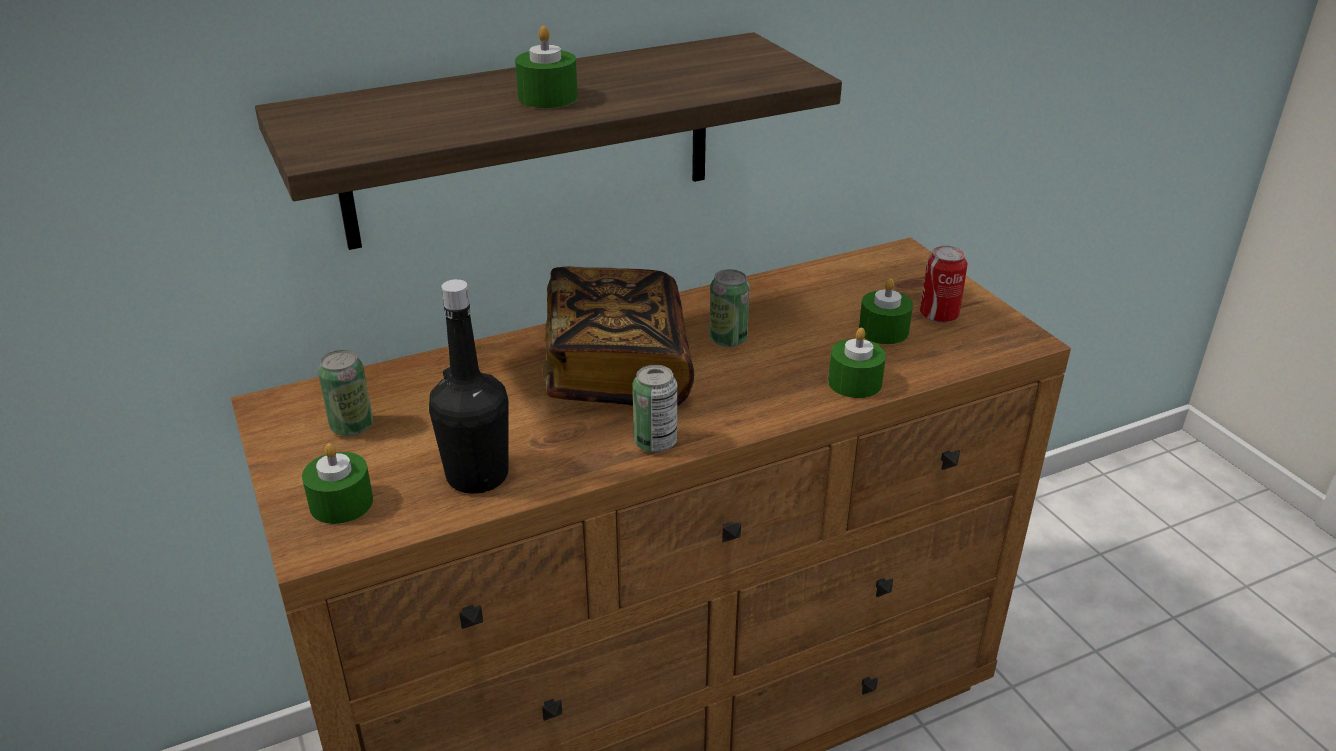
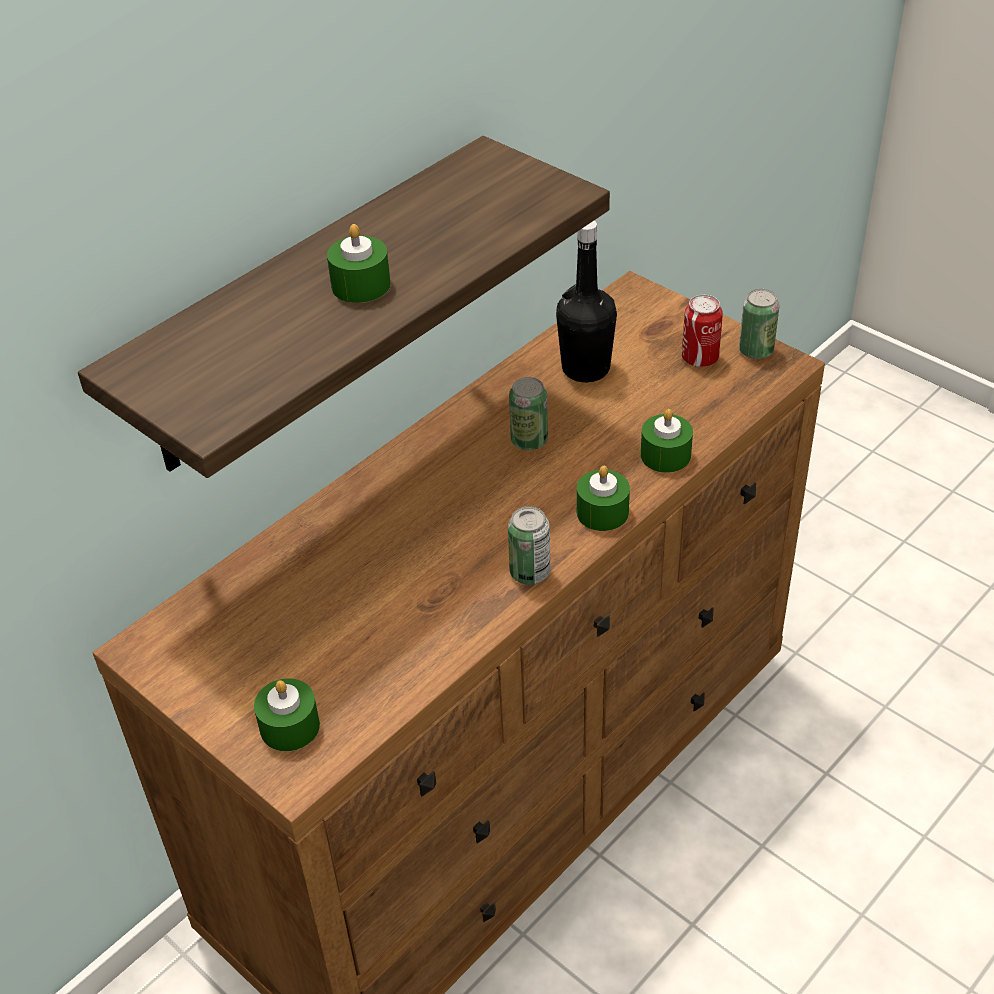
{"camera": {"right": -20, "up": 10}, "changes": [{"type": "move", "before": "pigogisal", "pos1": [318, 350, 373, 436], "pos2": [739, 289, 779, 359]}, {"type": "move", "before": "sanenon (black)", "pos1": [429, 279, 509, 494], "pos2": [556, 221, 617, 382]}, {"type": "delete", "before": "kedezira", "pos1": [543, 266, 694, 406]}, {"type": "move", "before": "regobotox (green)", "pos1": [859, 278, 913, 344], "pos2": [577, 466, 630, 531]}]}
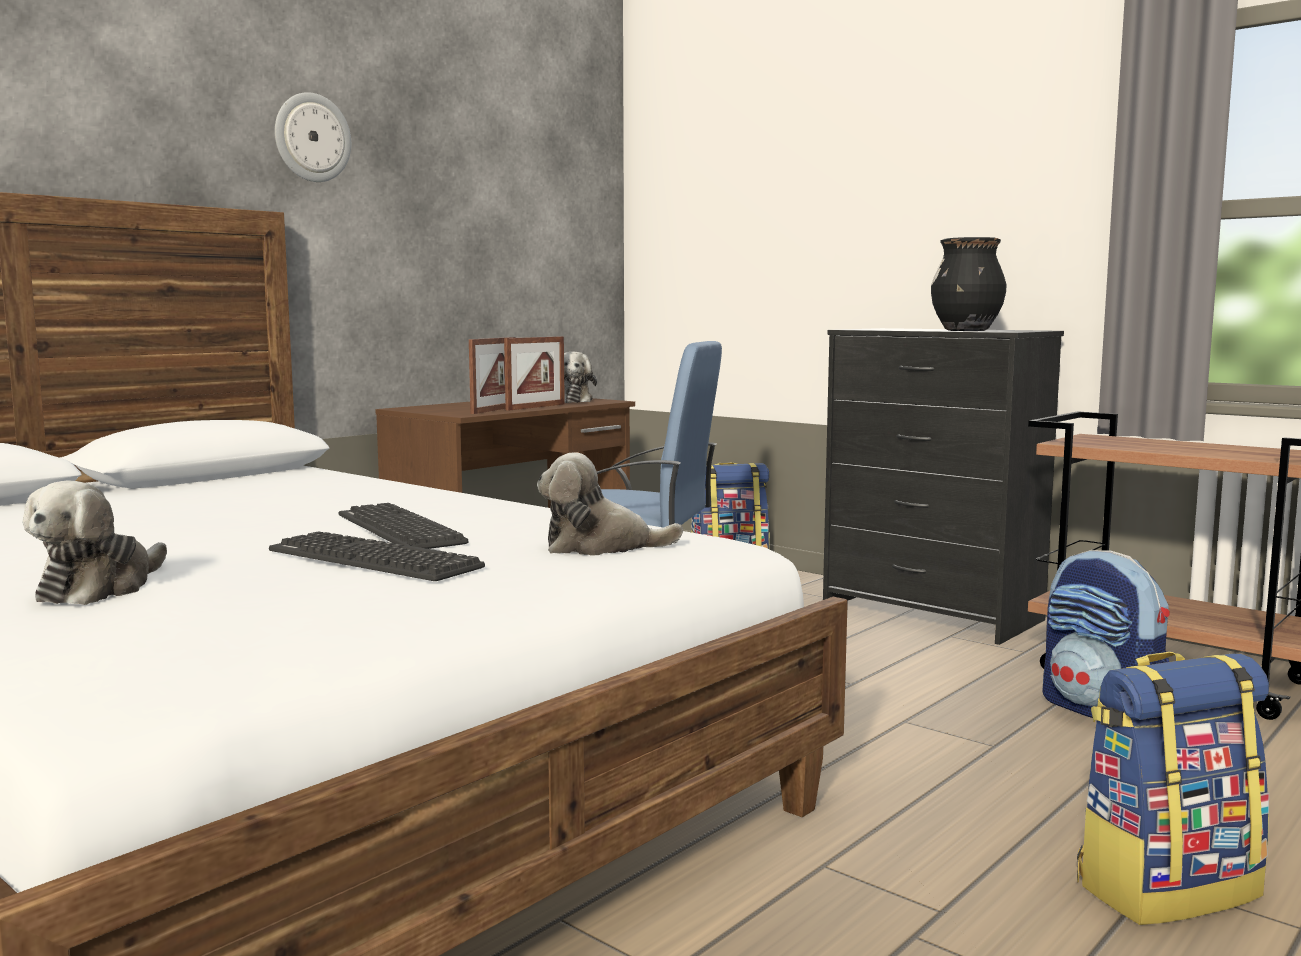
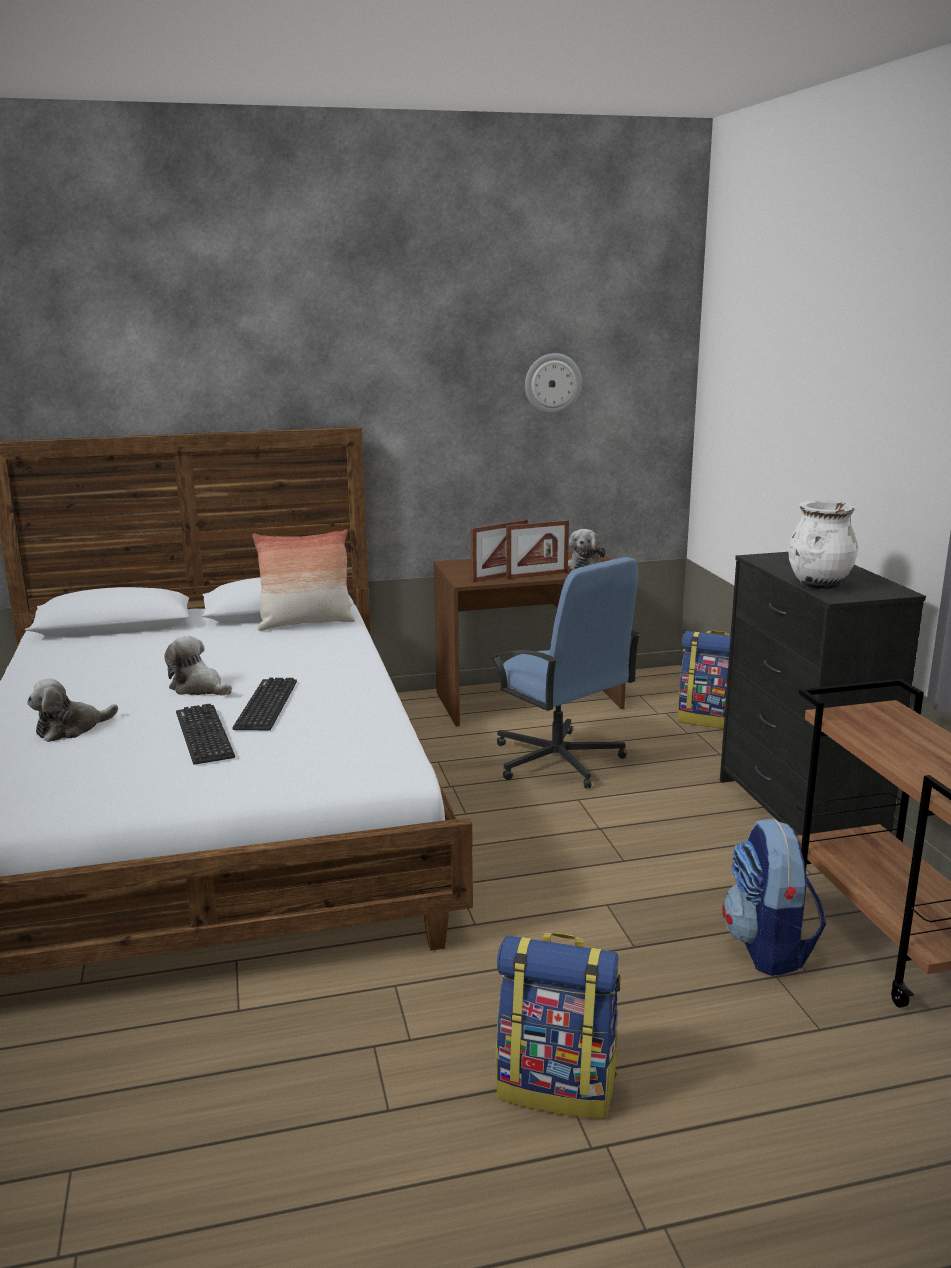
{"camera": {"right": 35, "up": 10}, "changes": [{"type": "move", "before": "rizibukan", "pos1": [275, 92, 351, 182], "pos2": [525, 353, 582, 414]}, {"type": "move", "before": "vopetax", "pos1": [537, 452, 683, 556], "pos2": [164, 636, 232, 695]}, {"type": "recolor", "before": "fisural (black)", "after": "fisural (white)", "pos1": [931, 237, 1007, 331], "pos2": [788, 500, 858, 590]}, {"type": "insert", "after": "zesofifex", "pos2": [253, 530, 355, 631]}]}
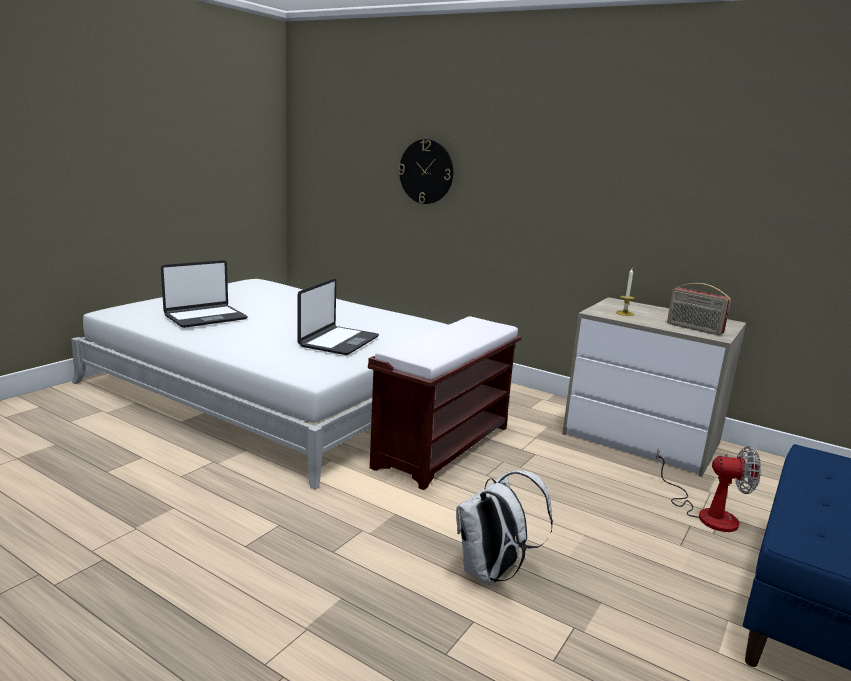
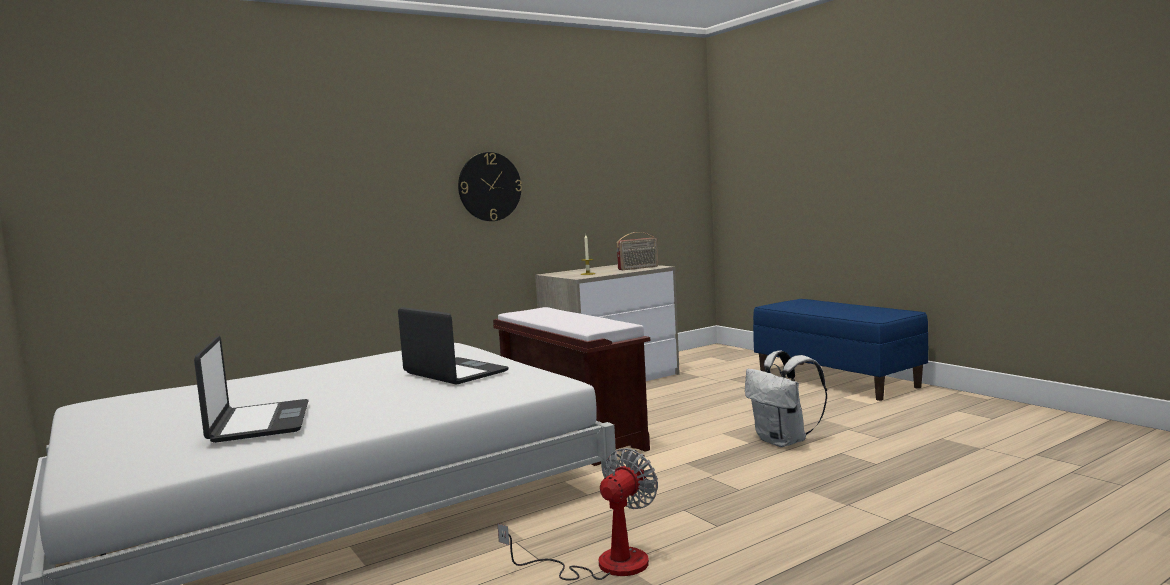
{"camera": {"right": -65, "up": -10}, "changes": [{"type": "move", "before": "rizibukan", "pos1": [399, 139, 453, 204], "pos2": [458, 152, 522, 221]}, {"type": "move", "before": "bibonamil", "pos1": [656, 446, 761, 532], "pos2": [498, 448, 658, 581]}]}
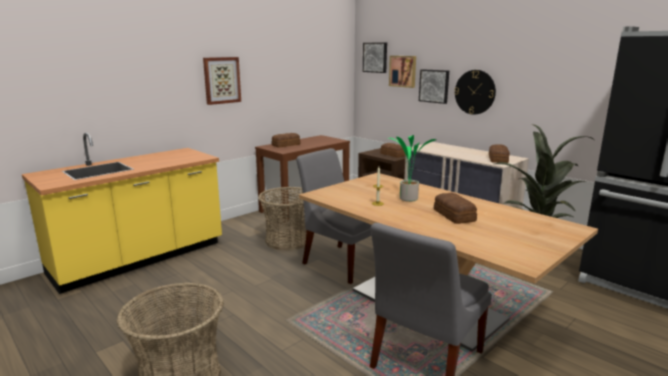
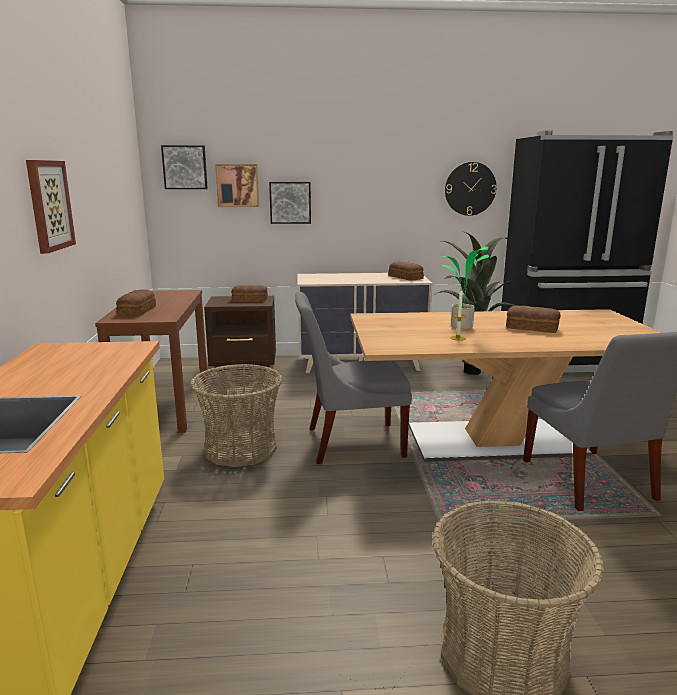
{"camera": {"right": -50, "up": 0}, "changes": [{"type": "move", "before": "rizibukan", "pos1": [454, 70, 496, 115], "pos2": [445, 162, 497, 216]}]}
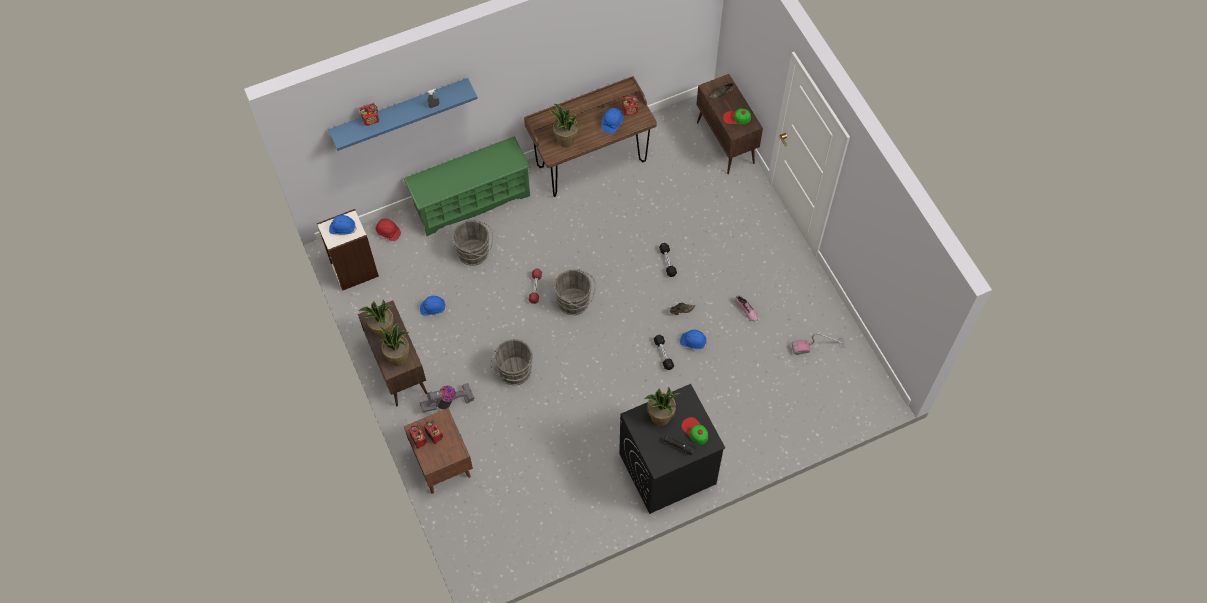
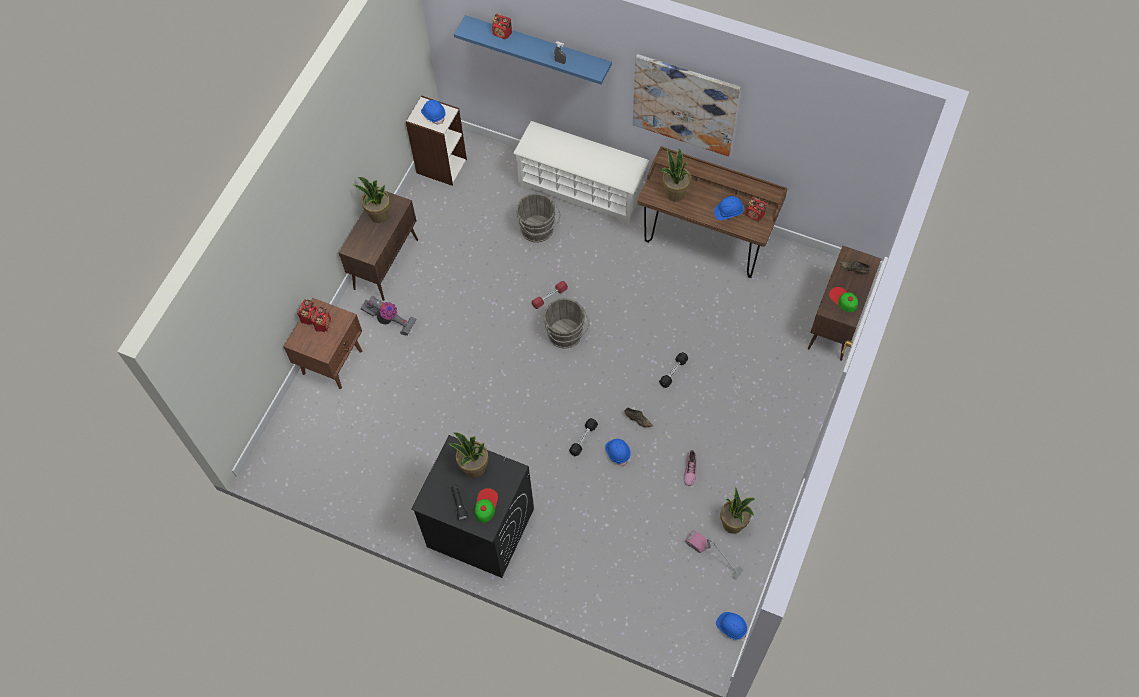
{"camera": {"right": 50, "up": 0}, "changes": [{"type": "delete", "before": "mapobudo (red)", "pos1": [375, 219, 401, 241]}, {"type": "move", "before": "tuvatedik", "pos1": [379, 323, 410, 366], "pos2": [720, 487, 755, 534]}, {"type": "recolor", "before": "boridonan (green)", "after": "boridonan (white)", "pos1": [404, 137, 530, 236], "pos2": [513, 121, 649, 225]}, {"type": "move", "before": "mapobudo (blue)", "pos1": [420, 296, 446, 316], "pos2": [716, 612, 747, 640]}, {"type": "delete", "before": "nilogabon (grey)", "pos1": [491, 339, 533, 385]}, {"type": "insert", "after": "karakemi", "pos2": [633, 54, 741, 156]}]}
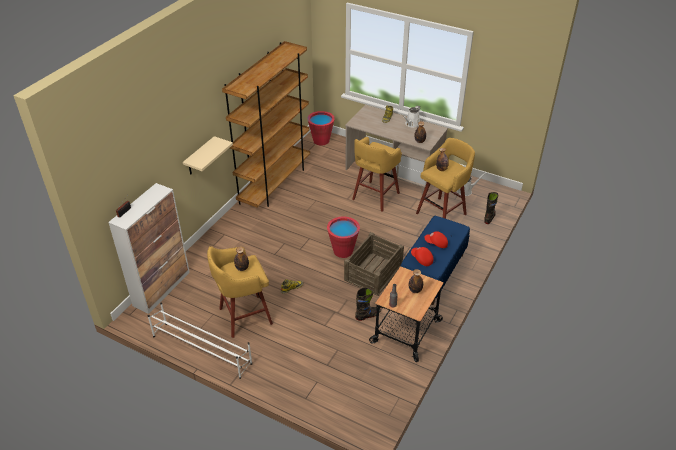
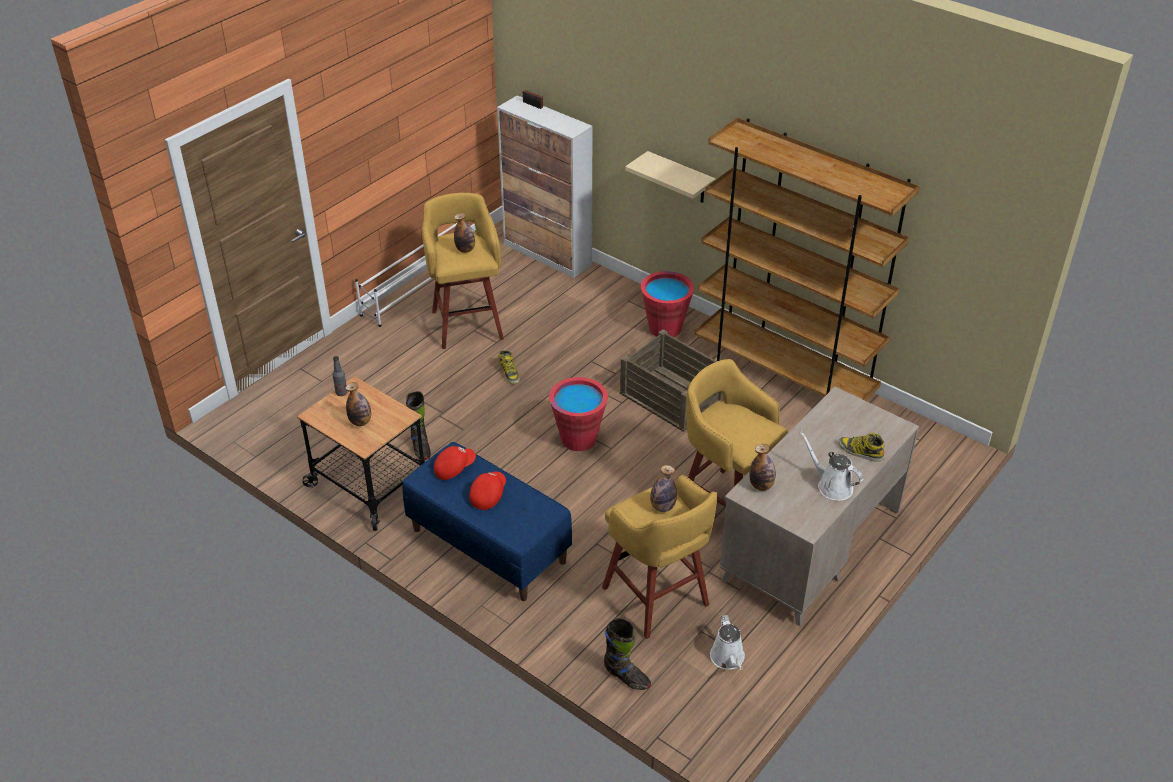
{"camera": {"right": 100, "up": 0}, "changes": [{"type": "move", "before": "nilogabon (red)", "pos1": [308, 111, 335, 146], "pos2": [641, 271, 694, 337]}, {"type": "move", "before": "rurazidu", "pos1": [344, 232, 404, 296], "pos2": [620, 329, 723, 432]}]}
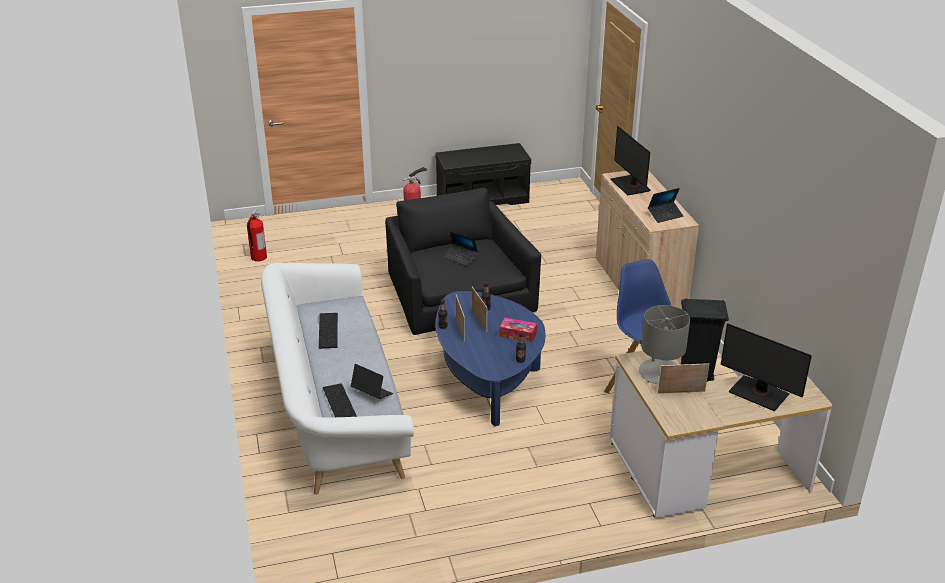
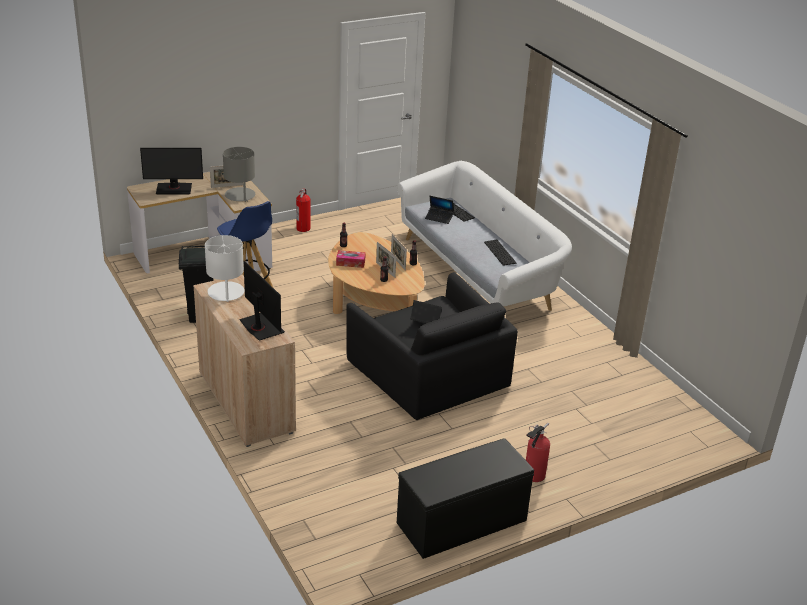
{"camera": {"right": 165, "up": 0}, "changes": [{"type": "move", "before": "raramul", "pos1": [247, 207, 267, 262], "pos2": [296, 188, 310, 232]}, {"type": "recolor", "before": "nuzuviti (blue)", "after": "nuzuviti (beige)", "pos1": [435, 291, 546, 426], "pos2": [328, 232, 425, 314]}, {"type": "replace", "before": "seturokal", "after": "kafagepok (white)", "pos1": [648, 188, 683, 223], "pos2": [205, 235, 245, 303]}, {"type": "rotate", "before": "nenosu", "pos1": [721, 323, 812, 411], "pos2": [140, 148, 203, 194], "turn": 150}]}
